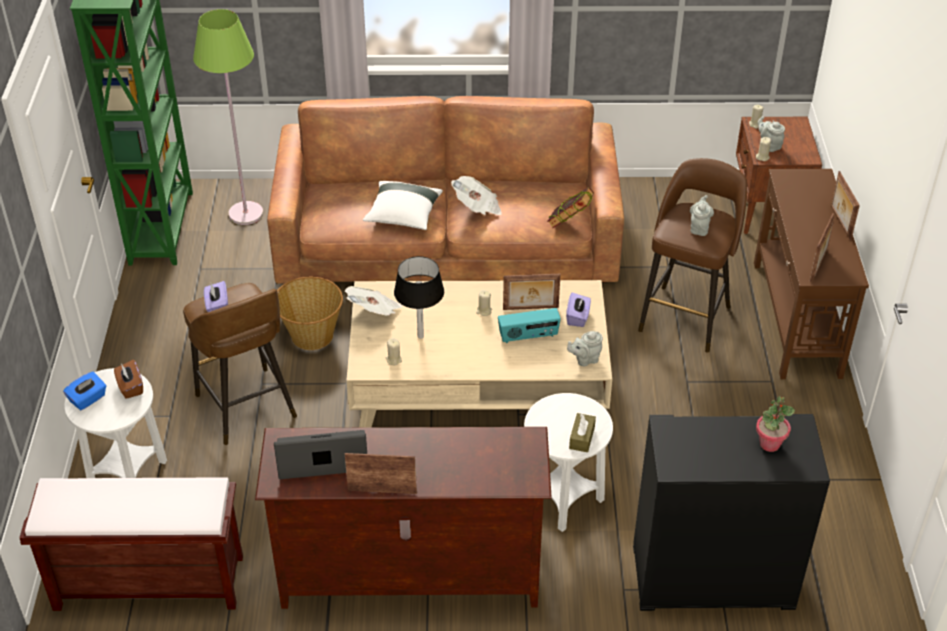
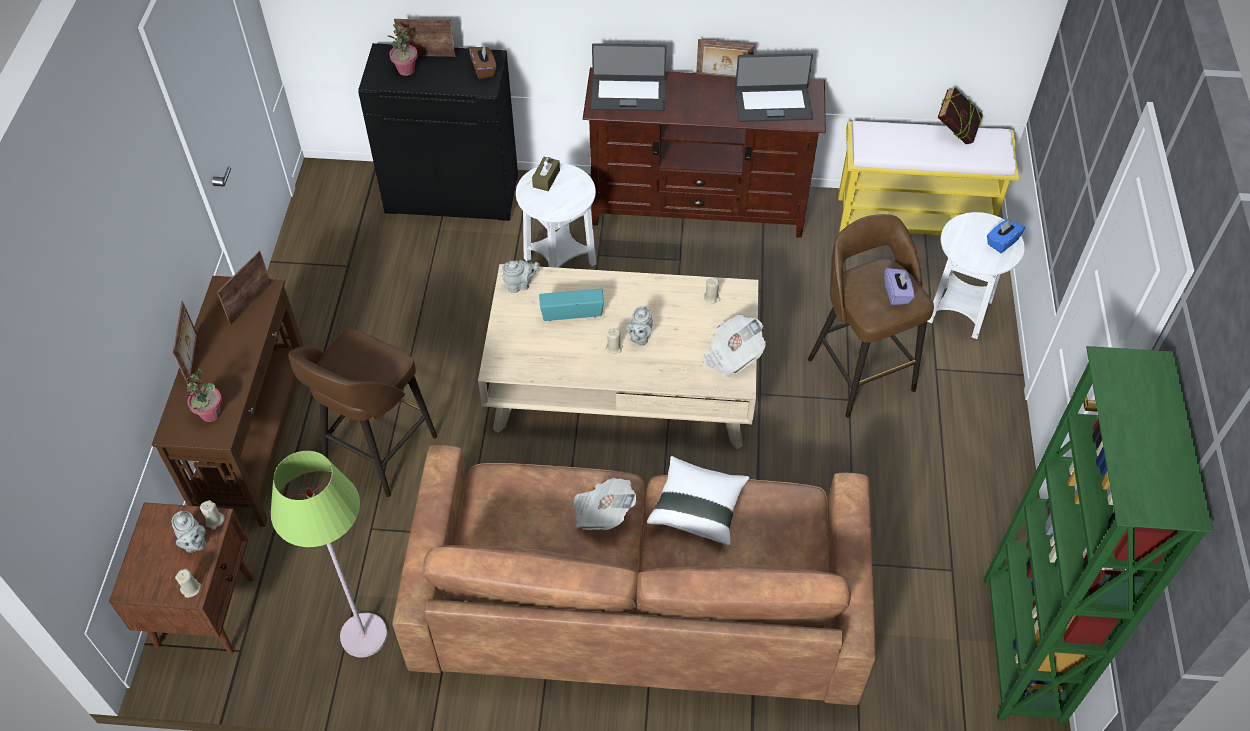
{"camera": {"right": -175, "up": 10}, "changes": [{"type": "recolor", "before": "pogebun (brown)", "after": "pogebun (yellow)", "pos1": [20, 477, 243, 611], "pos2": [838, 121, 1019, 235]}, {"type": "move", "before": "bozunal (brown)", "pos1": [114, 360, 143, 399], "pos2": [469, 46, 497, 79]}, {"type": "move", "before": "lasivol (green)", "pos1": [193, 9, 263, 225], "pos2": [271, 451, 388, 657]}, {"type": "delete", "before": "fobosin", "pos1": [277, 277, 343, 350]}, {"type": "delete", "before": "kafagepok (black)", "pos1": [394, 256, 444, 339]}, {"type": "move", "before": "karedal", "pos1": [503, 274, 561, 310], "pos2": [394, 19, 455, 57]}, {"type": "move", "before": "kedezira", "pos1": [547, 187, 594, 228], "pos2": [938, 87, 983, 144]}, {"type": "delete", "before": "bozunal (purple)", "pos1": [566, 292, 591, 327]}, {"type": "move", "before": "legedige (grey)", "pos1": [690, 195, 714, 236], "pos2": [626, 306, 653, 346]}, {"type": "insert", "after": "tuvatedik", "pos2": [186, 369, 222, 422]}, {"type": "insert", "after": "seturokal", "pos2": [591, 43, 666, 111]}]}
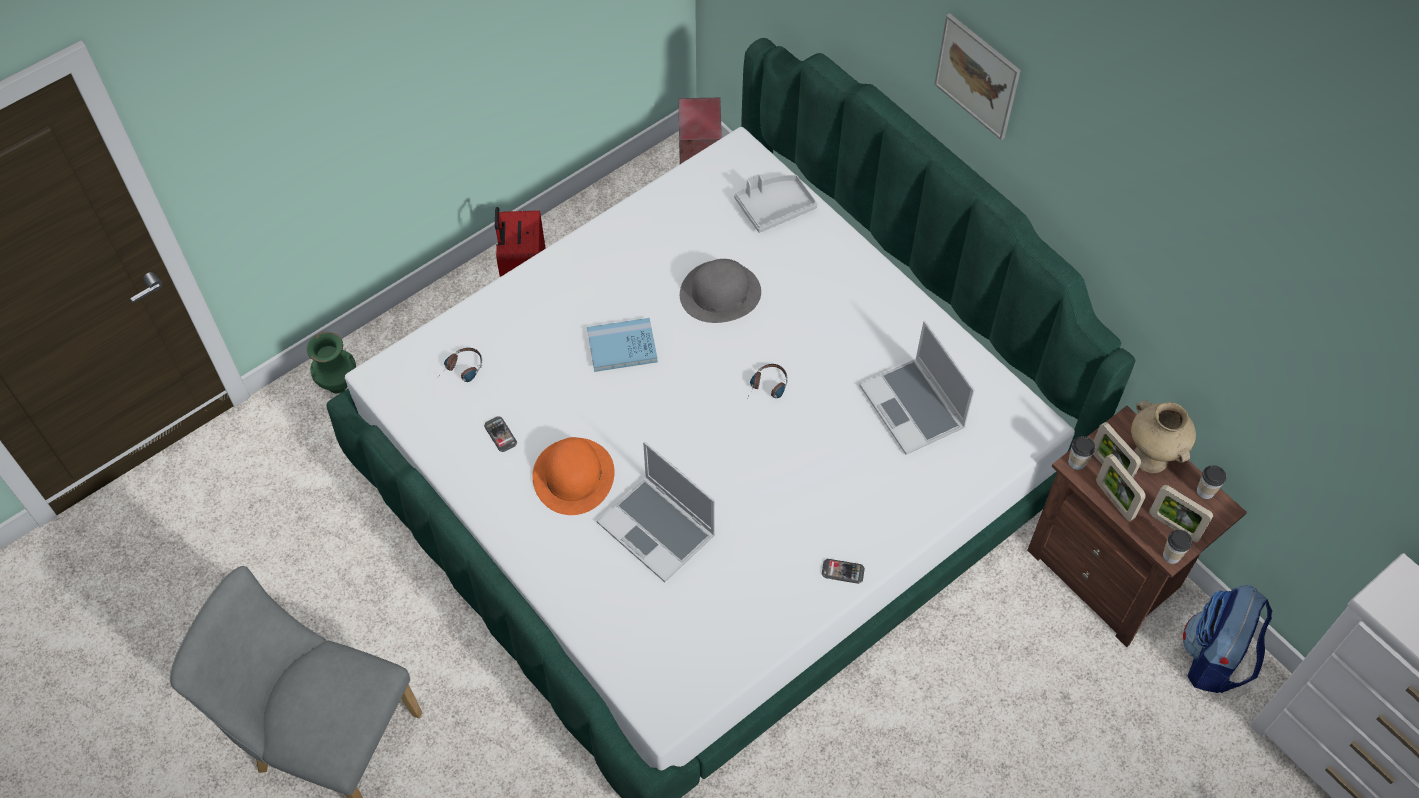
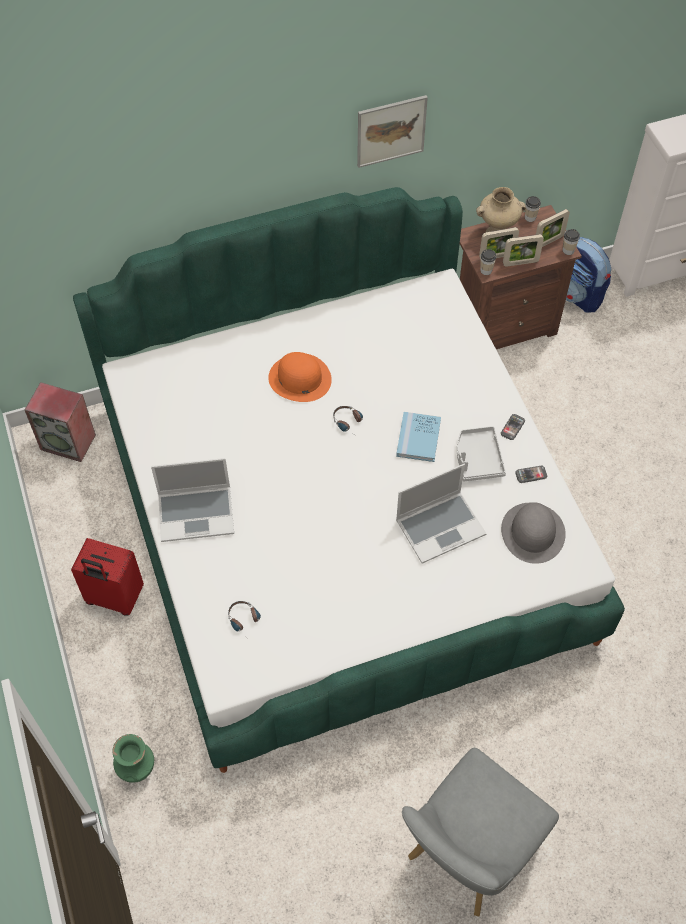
{"camera": {"right": -70, "up": 0}, "changes": [{"type": "move", "before": "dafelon", "pos1": [484, 416, 517, 452], "pos2": [515, 465, 547, 483]}, {"type": "move", "before": "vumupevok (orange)", "pos1": [532, 437, 615, 515], "pos2": [268, 352, 332, 402]}, {"type": "move", "before": "kedezira (blue)", "pos1": [587, 318, 658, 372], "pos2": [396, 412, 441, 462]}, {"type": "move", "before": "vumupevok (grey)", "pos1": [680, 259, 761, 323], "pos2": [501, 502, 566, 564]}, {"type": "move", "before": "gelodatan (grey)", "pos1": [734, 174, 817, 233], "pos2": [457, 426, 506, 481]}, {"type": "move", "before": "seturokal", "pos1": [859, 321, 975, 455], "pos2": [151, 458, 234, 542]}, {"type": "move", "before": "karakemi", "pos1": [934, 13, 1021, 140], "pos2": [357, 95, 428, 168]}]}
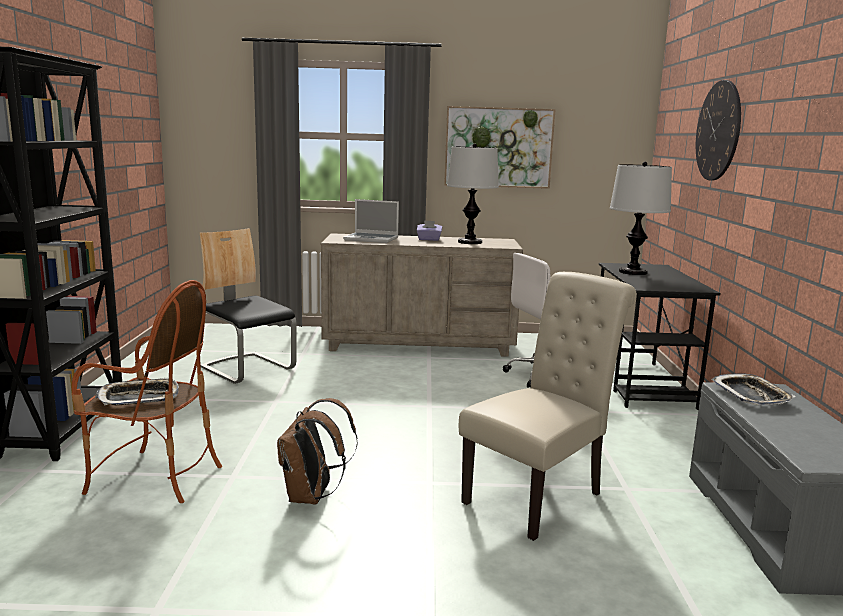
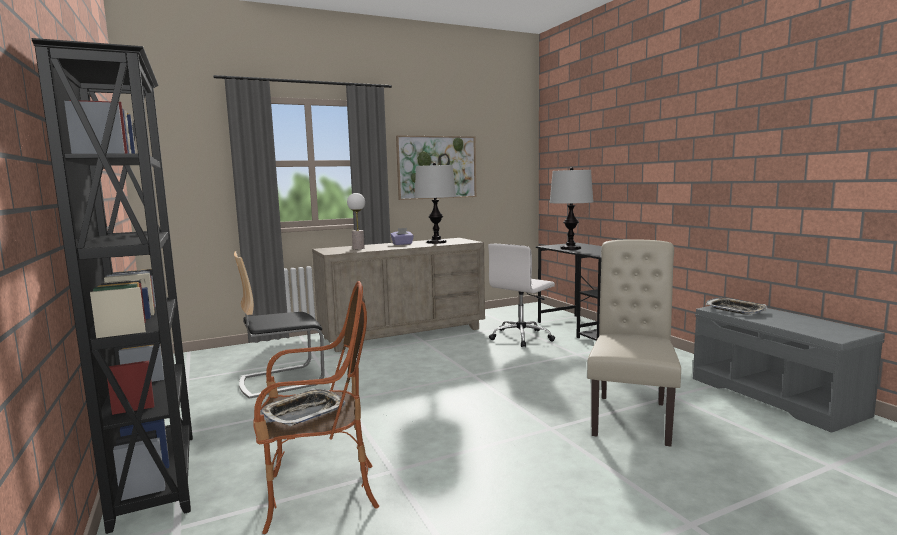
{"camera": {"right": -25, "up": -5}, "changes": [{"type": "rotate", "before": "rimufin", "pos1": [200, 228, 297, 384], "pos2": [234, 251, 325, 399], "turn": -45}, {"type": "delete", "before": "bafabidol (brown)", "pos1": [277, 398, 358, 504]}, {"type": "replace", "before": "seturokal", "after": "kafagepok", "pos1": [343, 199, 399, 243], "pos2": [347, 193, 365, 249]}, {"type": "delete", "before": "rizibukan", "pos1": [696, 80, 741, 181]}]}
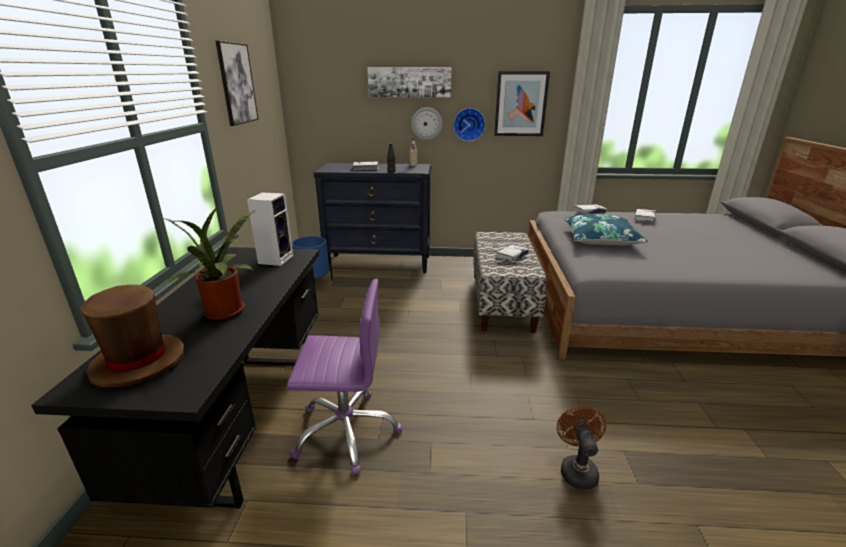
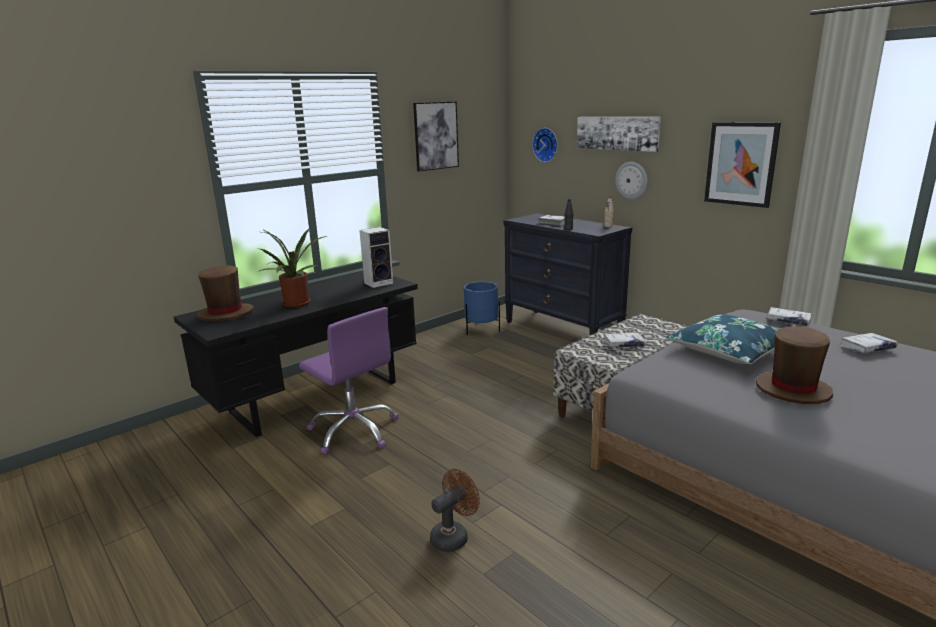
{"camera": {"right": 45, "up": -5}, "changes": [{"type": "move", "before": "rizibukan", "pos1": [453, 108, 485, 141], "pos2": [532, 128, 558, 162]}, {"type": "insert", "after": "vumupevok (brown)", "pos2": [756, 326, 833, 404]}]}
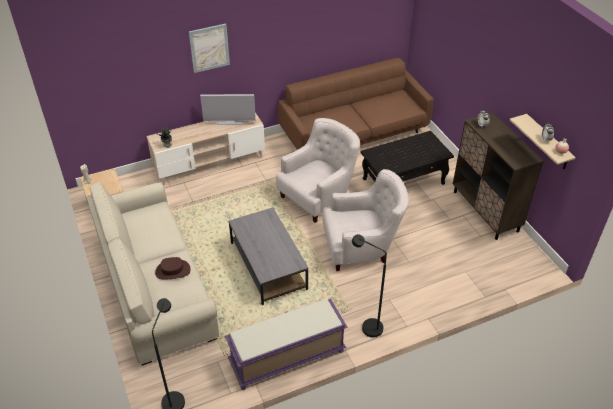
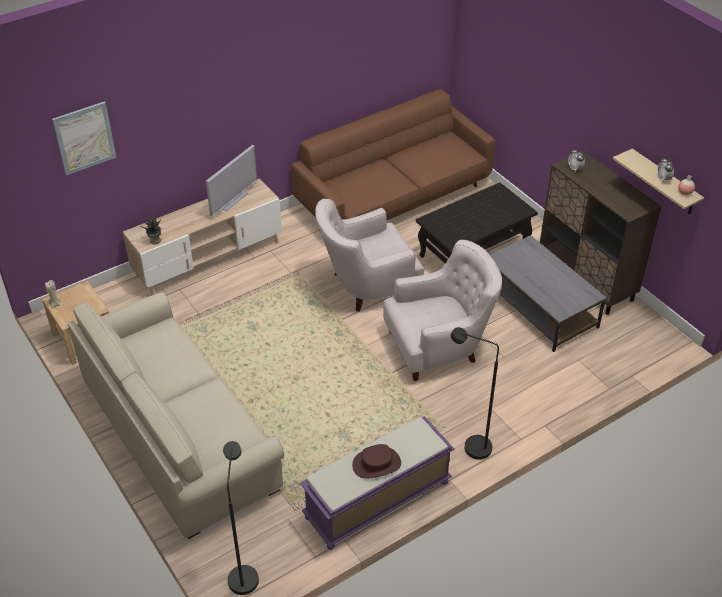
{"camera": {"right": -10, "up": 0}, "changes": [{"type": "move", "before": "vumupevok (brown)", "pos1": [155, 257, 191, 280], "pos2": [352, 444, 401, 479]}, {"type": "move", "before": "karakemi", "pos1": [189, 24, 230, 73], "pos2": [52, 101, 117, 175]}, {"type": "rotate", "before": "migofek", "pos1": [200, 94, 256, 125], "pos2": [206, 145, 257, 216], "turn": -45}, {"type": "move", "before": "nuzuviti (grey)", "pos1": [228, 207, 309, 305], "pos2": [490, 235, 607, 352]}, {"type": "rotate", "before": "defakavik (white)", "pos1": [276, 118, 360, 223], "pos2": [315, 199, 424, 312], "turn": -150}]}
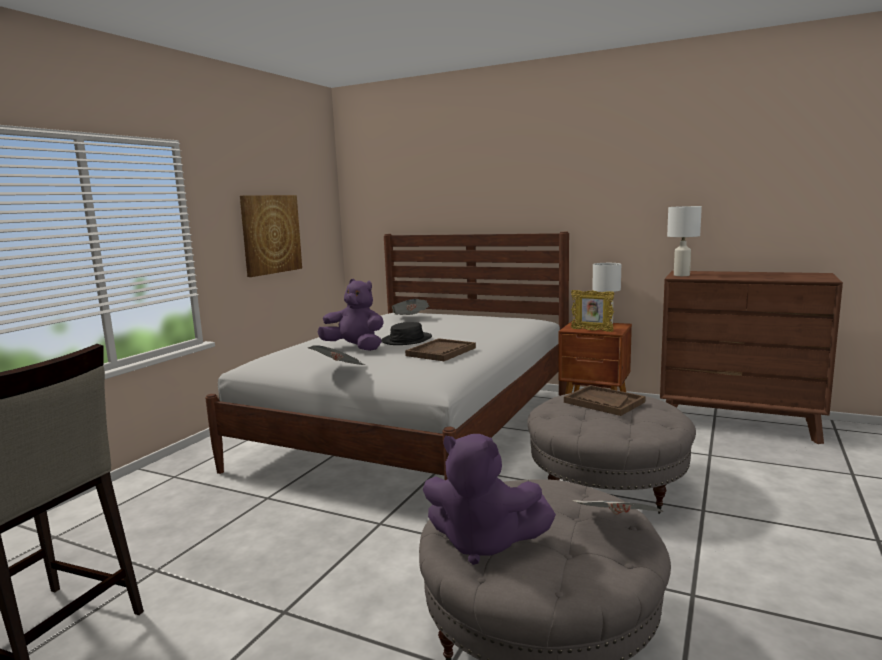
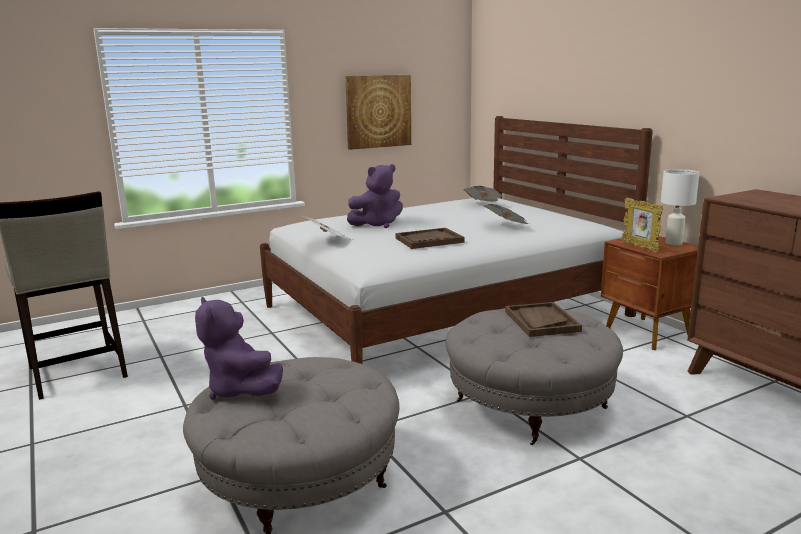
{"camera": {"right": 35, "up": 5}, "changes": [{"type": "rotate", "before": "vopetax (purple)", "pos1": [318, 279, 383, 351], "pos2": [347, 164, 403, 228], "turn": 90}, {"type": "delete", "before": "vumupevok (black)", "pos1": [381, 322, 432, 345]}, {"type": "move", "before": "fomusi", "pos1": [572, 500, 663, 515], "pos2": [483, 204, 529, 224]}, {"type": "delete", "before": "kafagepok (white)", "pos1": [667, 206, 702, 276]}]}
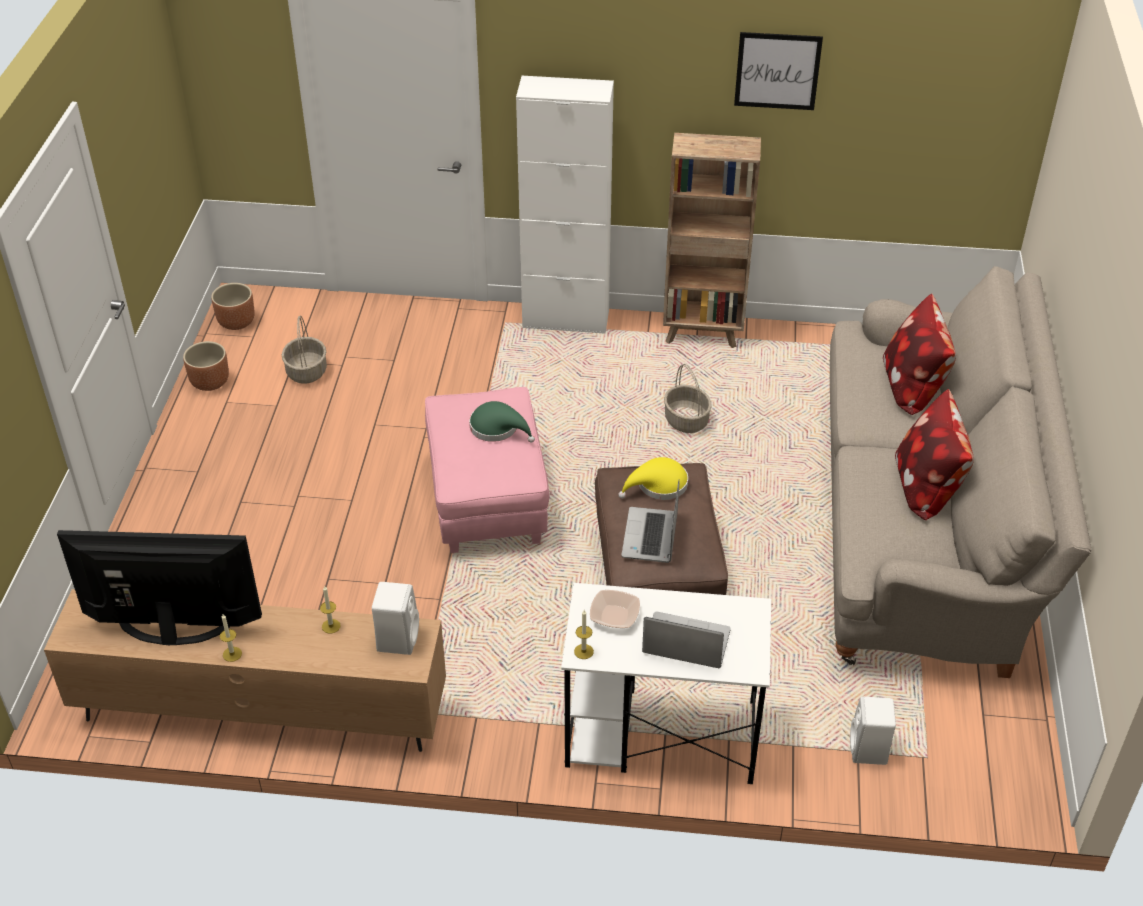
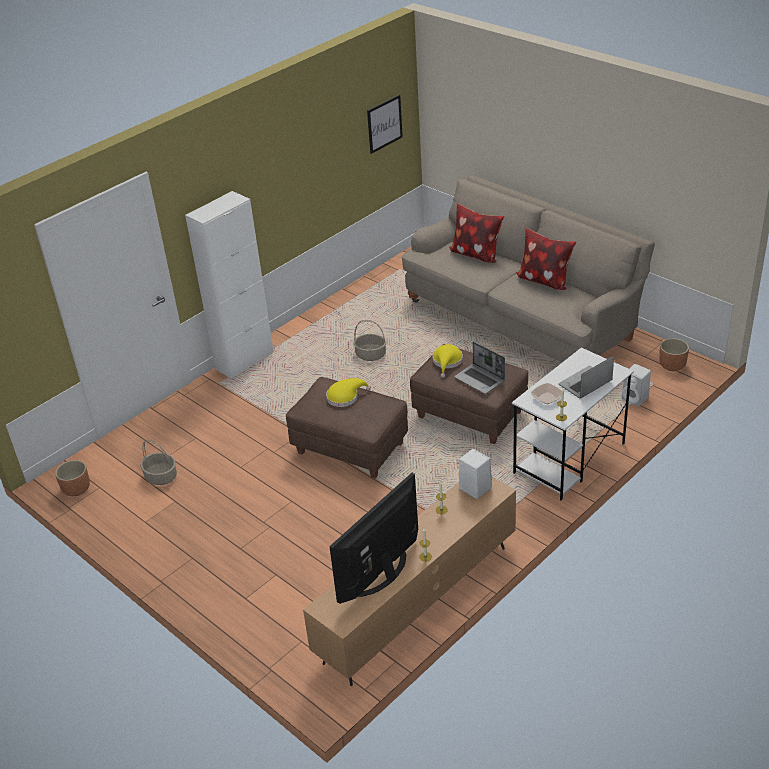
{"camera": {"right": -50, "up": -5}, "changes": [{"type": "move", "before": "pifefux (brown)", "pos1": [183, 341, 229, 391], "pos2": [659, 338, 689, 371]}, {"type": "recolor", "before": "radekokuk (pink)", "after": "radekokuk (brown)", "pos1": [425, 387, 549, 553], "pos2": [286, 377, 408, 479]}, {"type": "recolor", "before": "vumupevok (green)", "after": "vumupevok (yellow)", "pos1": [469, 401, 535, 443], "pos2": [326, 378, 371, 407]}, {"type": "delete", "before": "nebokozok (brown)", "pos1": [663, 133, 761, 348]}, {"type": "move", "before": "karakemi", "pos1": [734, 32, 823, 110], "pos2": [367, 95, 403, 154]}]}
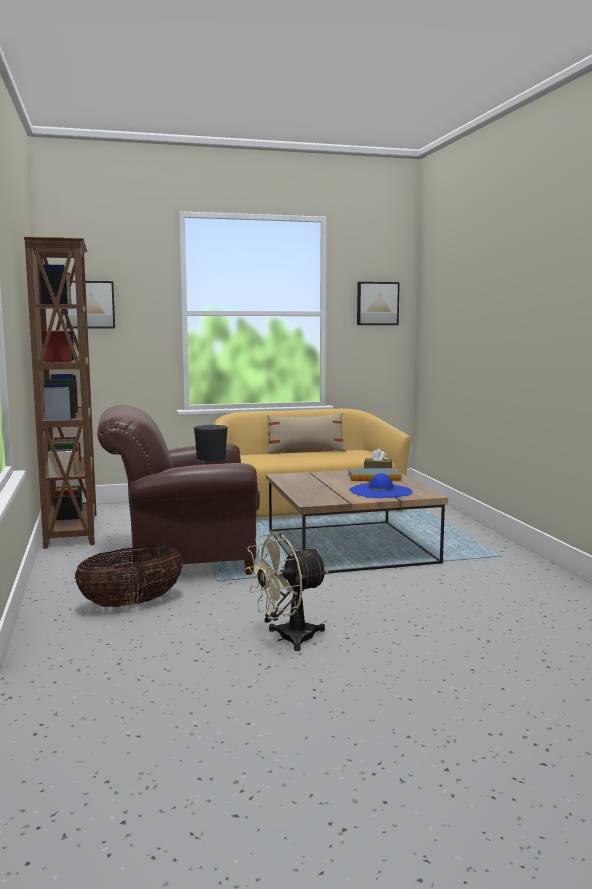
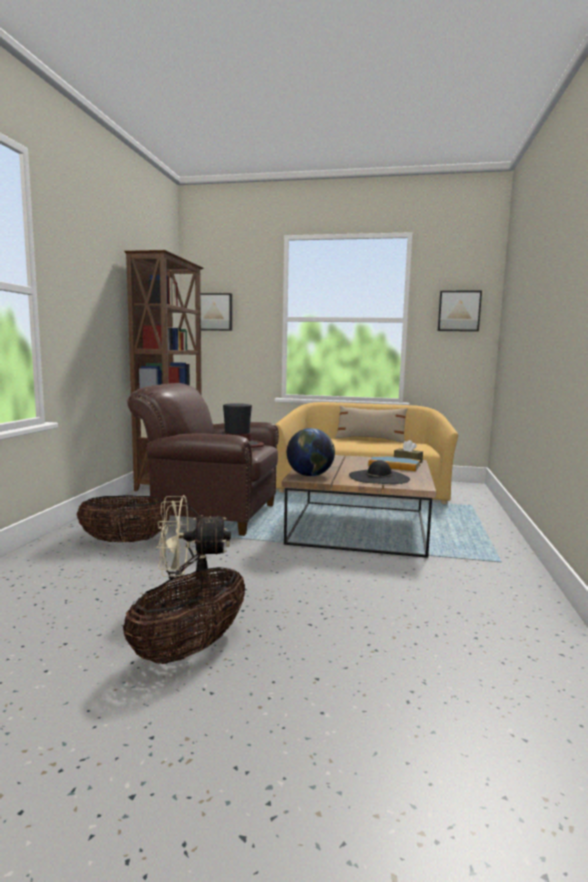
{"camera": {"right": 25, "up": 0}, "changes": [{"type": "recolor", "before": "vumupevok (blue)", "after": "vumupevok (black)", "pos1": [349, 473, 412, 498], "pos2": [349, 460, 410, 484]}, {"type": "insert", "after": "fobosin", "pos2": [123, 567, 246, 664]}, {"type": "insert", "after": "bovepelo", "pos2": [287, 428, 335, 476]}]}
